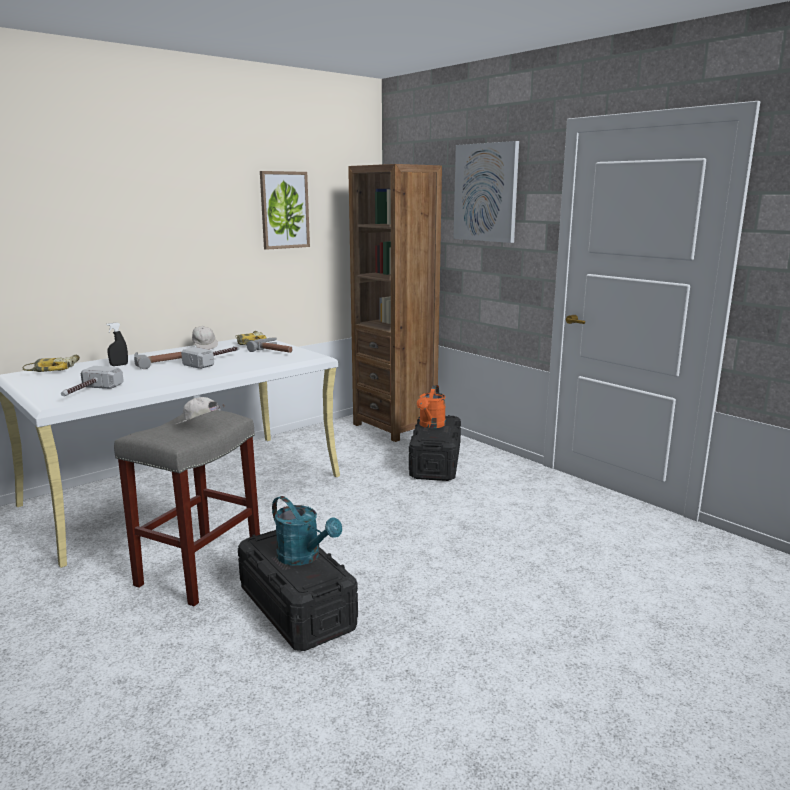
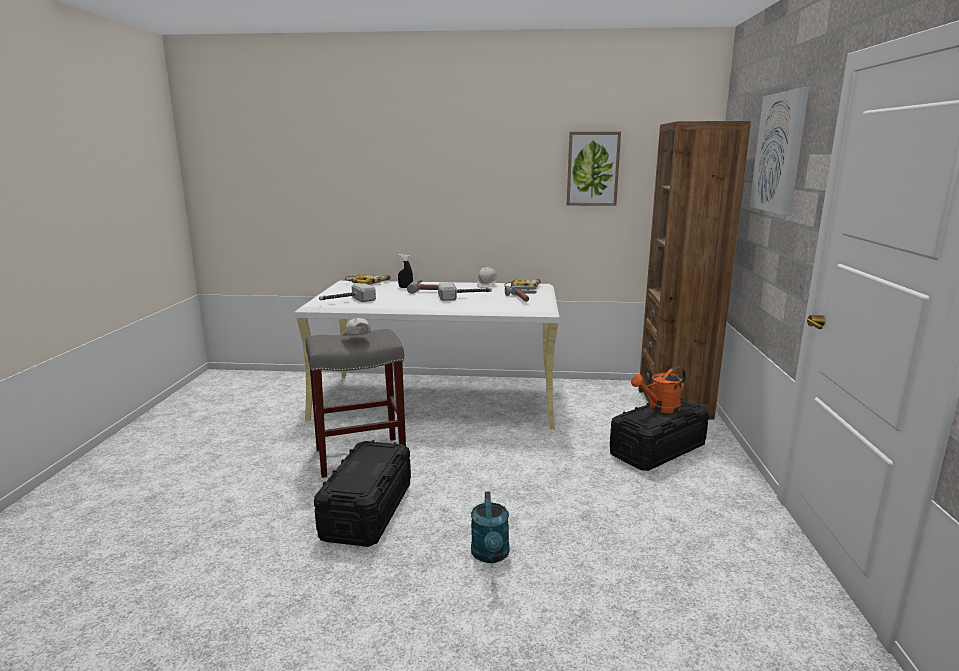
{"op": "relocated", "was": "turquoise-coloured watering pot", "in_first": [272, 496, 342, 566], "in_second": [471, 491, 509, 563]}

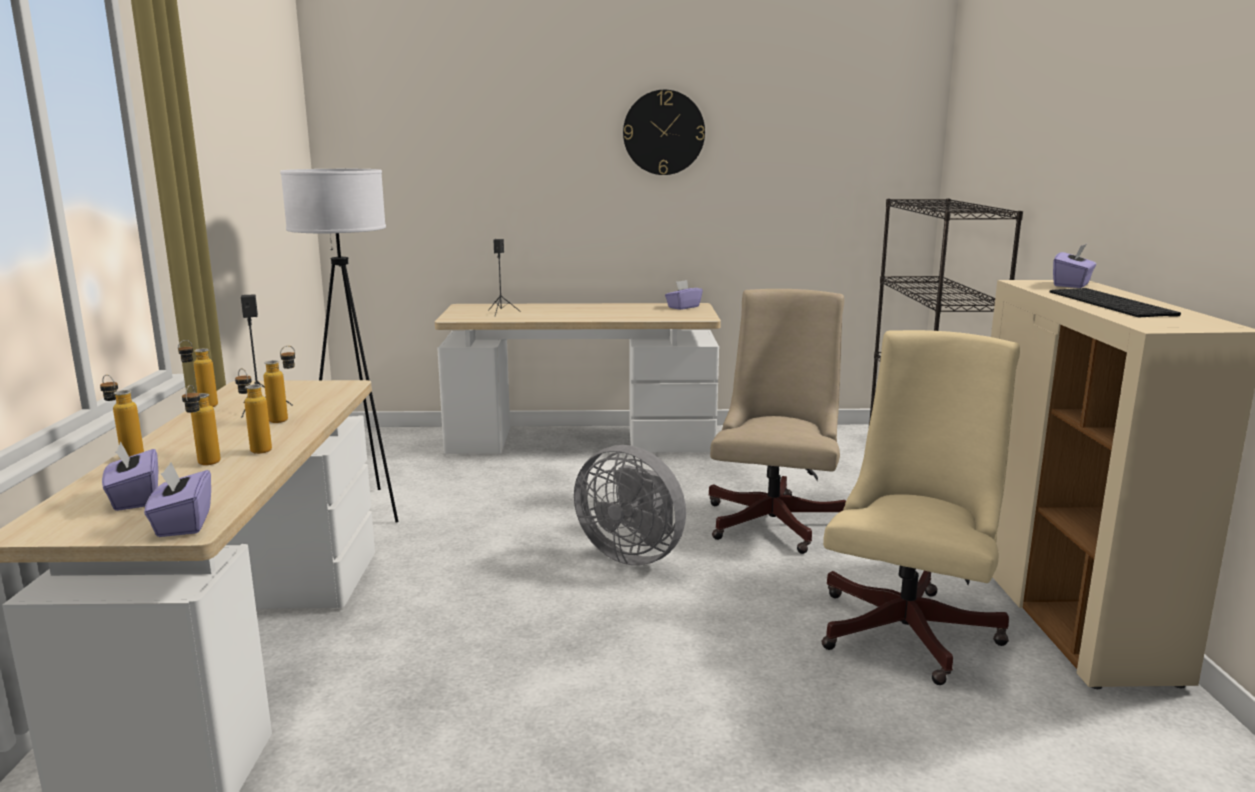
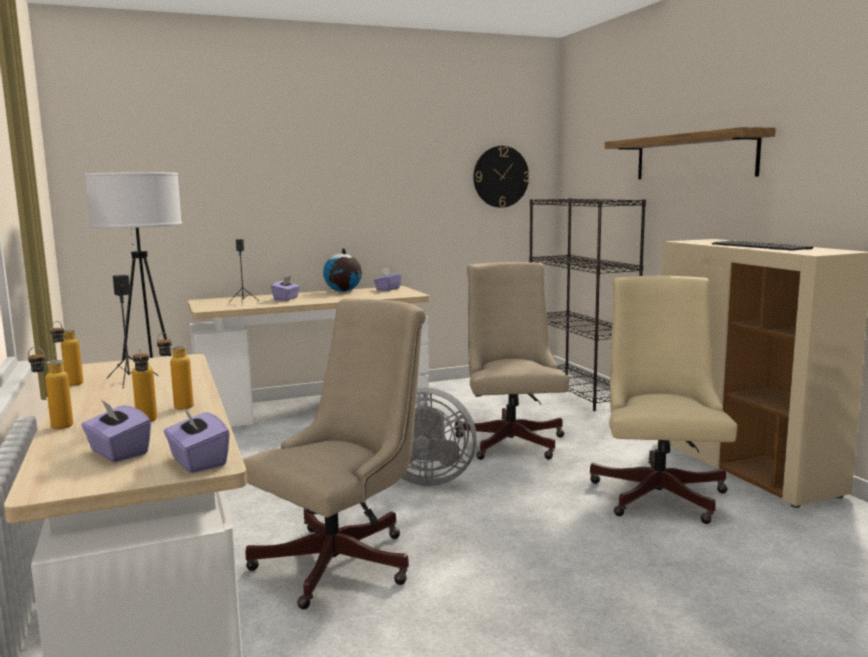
{"op": "relocated", "was": "clock on the wall", "in_first": [623, 90, 705, 175], "in_second": [473, 146, 530, 208]}
{"op": "relocated", "was": "purple-coloured box of tissues", "in_first": [1053, 244, 1096, 288], "in_second": [271, 276, 300, 301]}
{"op": "missing", "was": "beverage bottle", "in_first": [264, 346, 295, 423]}
{"op": "appeared", "now": "wall shelf", "in_second": [605, 127, 776, 179]}
{"op": "appeared", "now": "desk globe", "in_second": [323, 248, 362, 292]}
{"op": "appeared", "now": "beige computer chair", "in_second": [243, 299, 426, 609]}

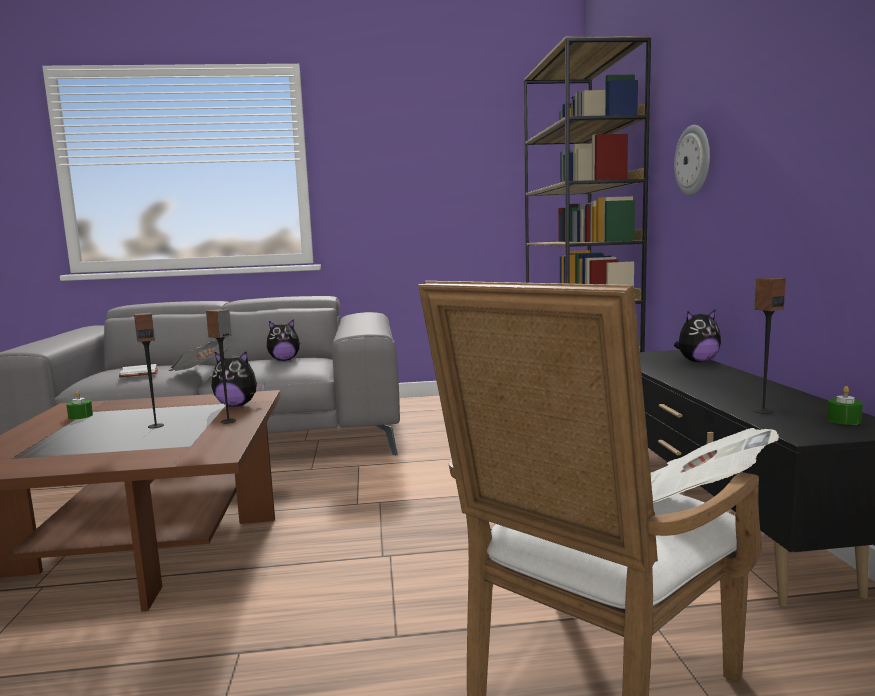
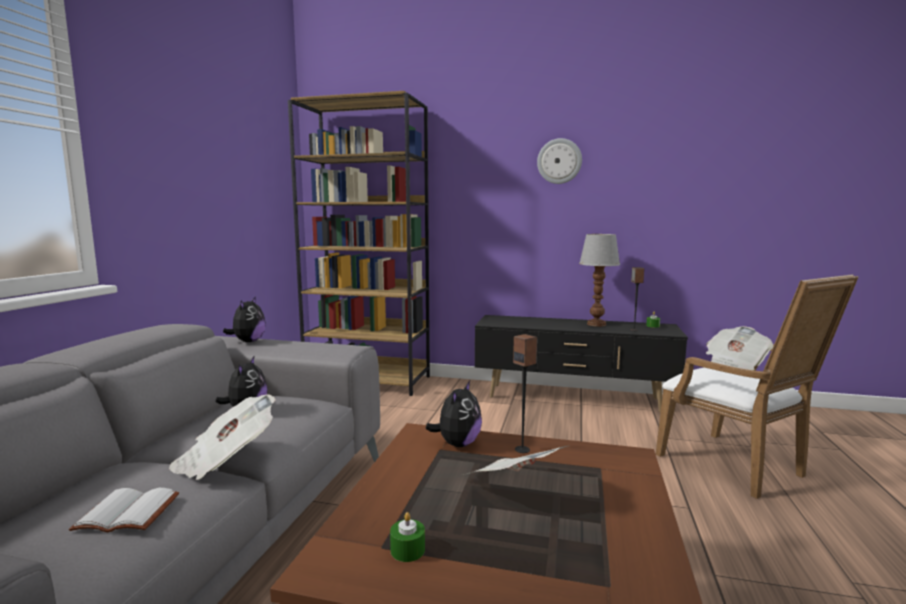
{"op": "relocated", "was": "clock on the wall", "in_first": [674, 125, 710, 195], "in_second": [537, 138, 582, 184]}
{"op": "relocated", "was": "cuddly toy", "in_first": [674, 309, 721, 362], "in_second": [223, 296, 266, 342]}
{"op": "exchanged", "was": "audio speaker", "now": "daily paper", "in_first": [134, 313, 164, 428], "in_second": [463, 446, 567, 475]}
{"op": "appeared", "now": "tabletop lamp", "in_second": [579, 234, 620, 327]}

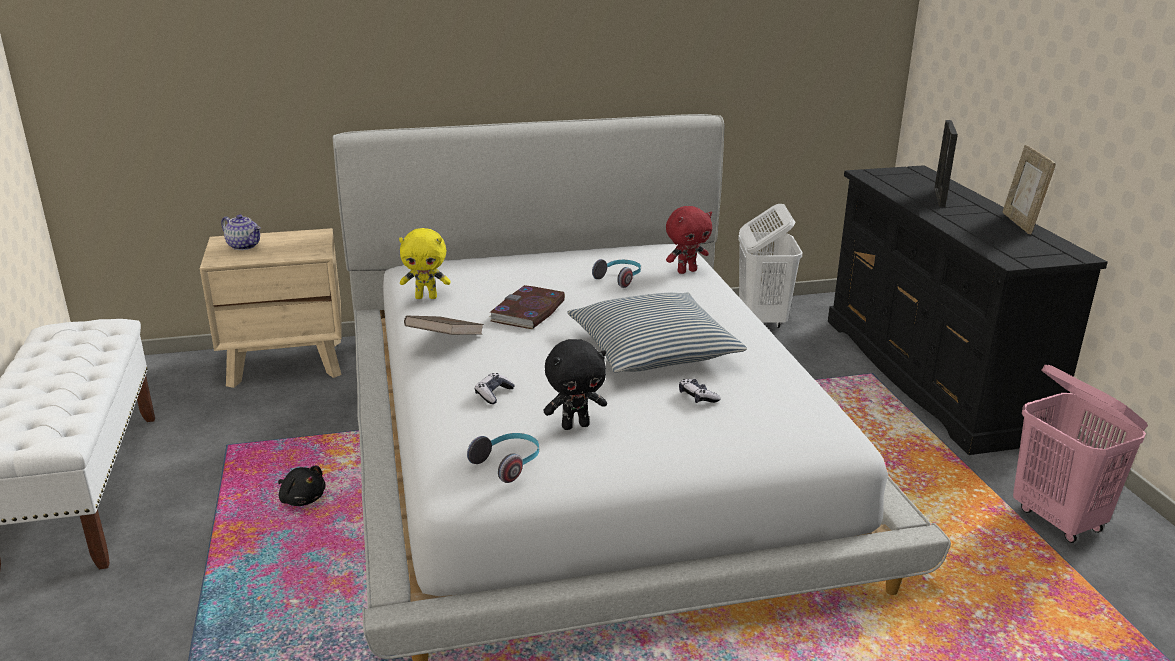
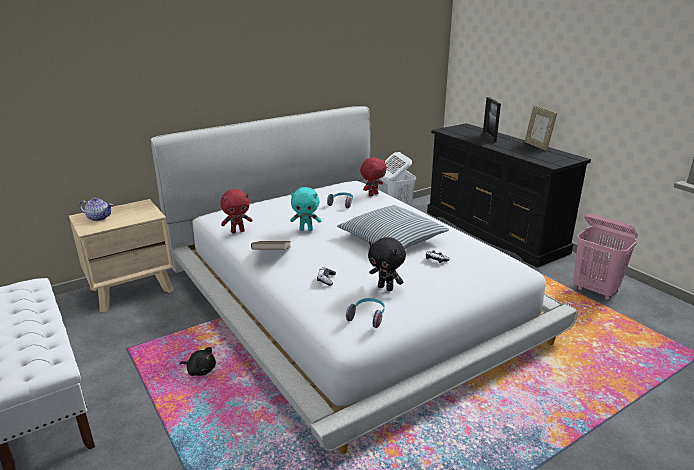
{"op": "colour", "was": "yellowish cuddly toy", "now": "reddish cuddly toy", "in_first": [399, 228, 451, 299], "in_second": [220, 189, 253, 233]}
{"op": "exchanged", "was": "volume", "now": "turquoise-coloured cuddly toy", "in_first": [489, 285, 565, 329], "in_second": [290, 187, 321, 231]}
{"op": "spun", "was": "black cuddly toy", "in_first": [543, 339, 607, 430], "in_second": [368, 237, 406, 291], "clockwise": 75}

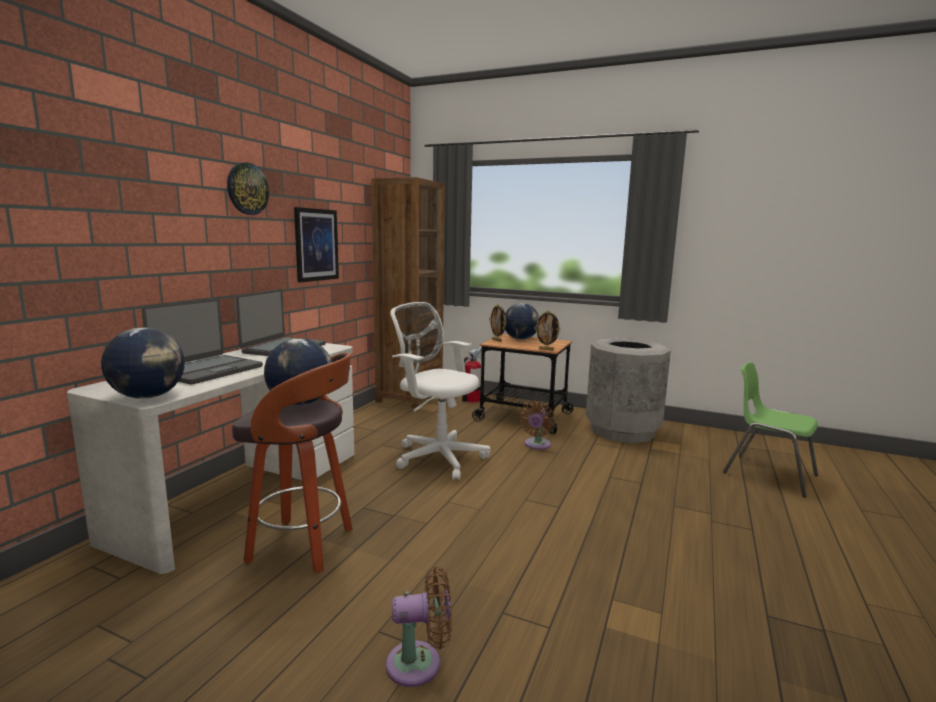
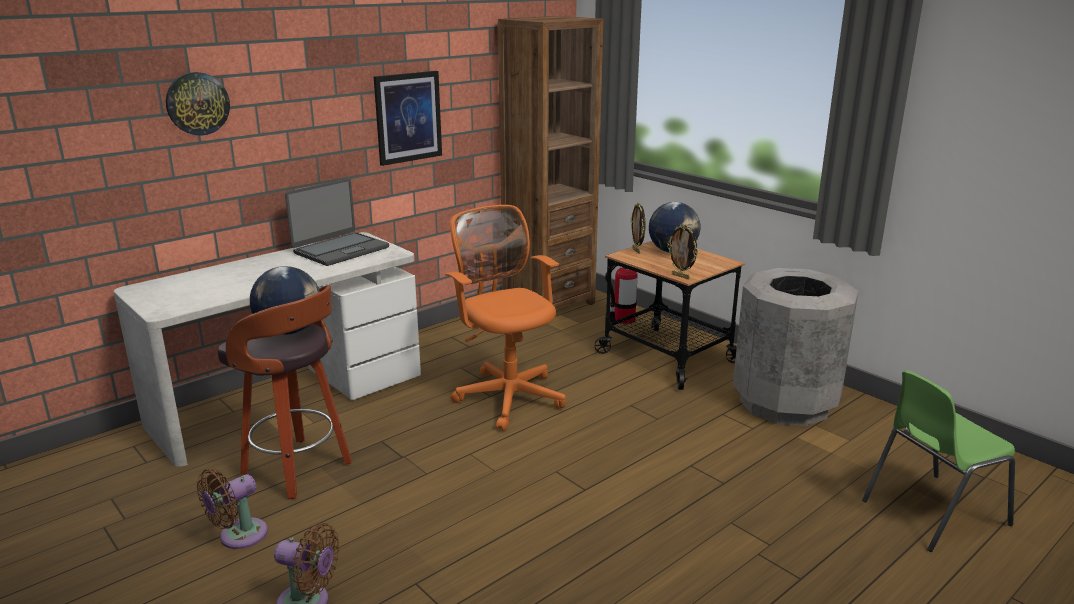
{"op": "relocated", "was": "clock on the wall", "in_first": [227, 162, 269, 215], "in_second": [166, 72, 230, 136]}
{"op": "missing", "was": "notebook computer", "in_first": [141, 298, 263, 385]}
{"op": "colour", "was": "whitish computer chair", "now": "orange computer chair", "in_first": [390, 302, 491, 481], "in_second": [445, 205, 566, 431]}
{"op": "missing", "was": "desk globe", "in_first": [101, 327, 185, 399]}
{"op": "spun", "was": "green chair", "in_first": [723, 362, 818, 497], "in_second": [862, 370, 1015, 552], "clockwise": -90}
{"op": "relocated", "was": "brown cooling fan", "in_first": [519, 401, 555, 450], "in_second": [196, 469, 268, 549]}

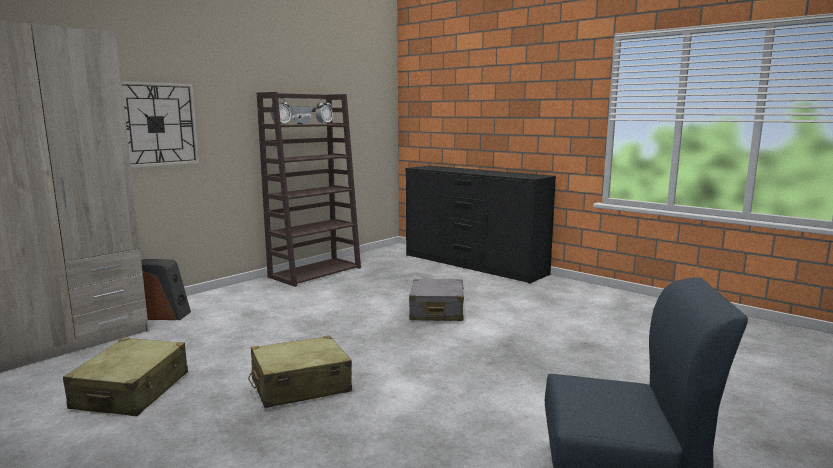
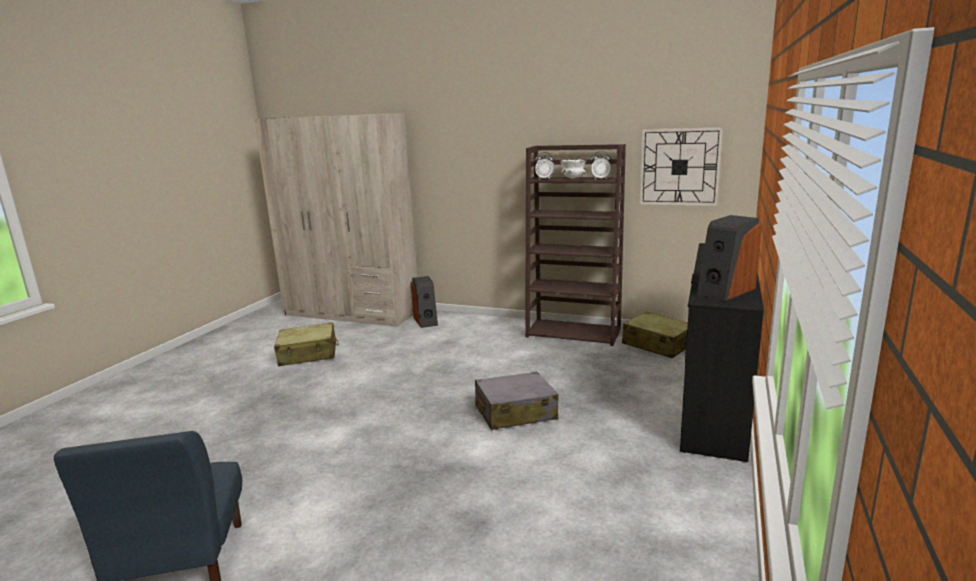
{"op": "relocated", "was": "clock on the wall", "in_first": [121, 81, 199, 168], "in_second": [640, 127, 723, 206]}
{"op": "relocated", "was": "beige piece of luggage", "in_first": [248, 336, 352, 408], "in_second": [622, 312, 688, 358]}
{"op": "appeared", "now": "audio speaker", "in_second": [697, 215, 762, 302]}

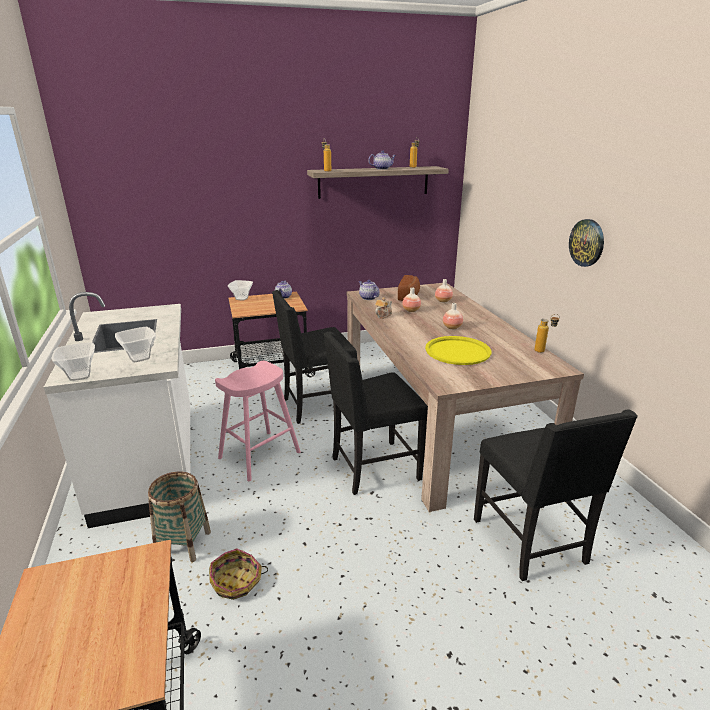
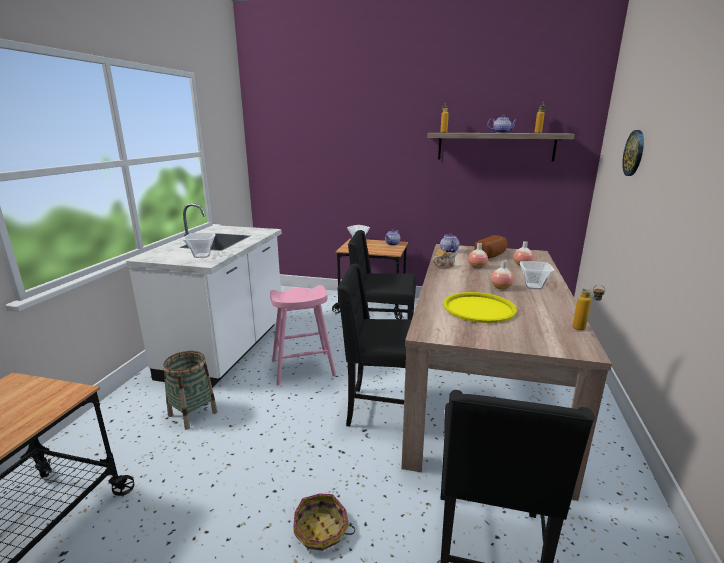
{"op": "relocated", "was": "clock on the wall", "in_first": [569, 219, 604, 267], "in_second": [622, 130, 644, 176]}
{"op": "relocated", "was": "bowl", "in_first": [51, 343, 95, 381], "in_second": [520, 261, 554, 289]}
{"op": "relocated", "was": "basket", "in_first": [209, 549, 268, 600], "in_second": [294, 494, 355, 551]}

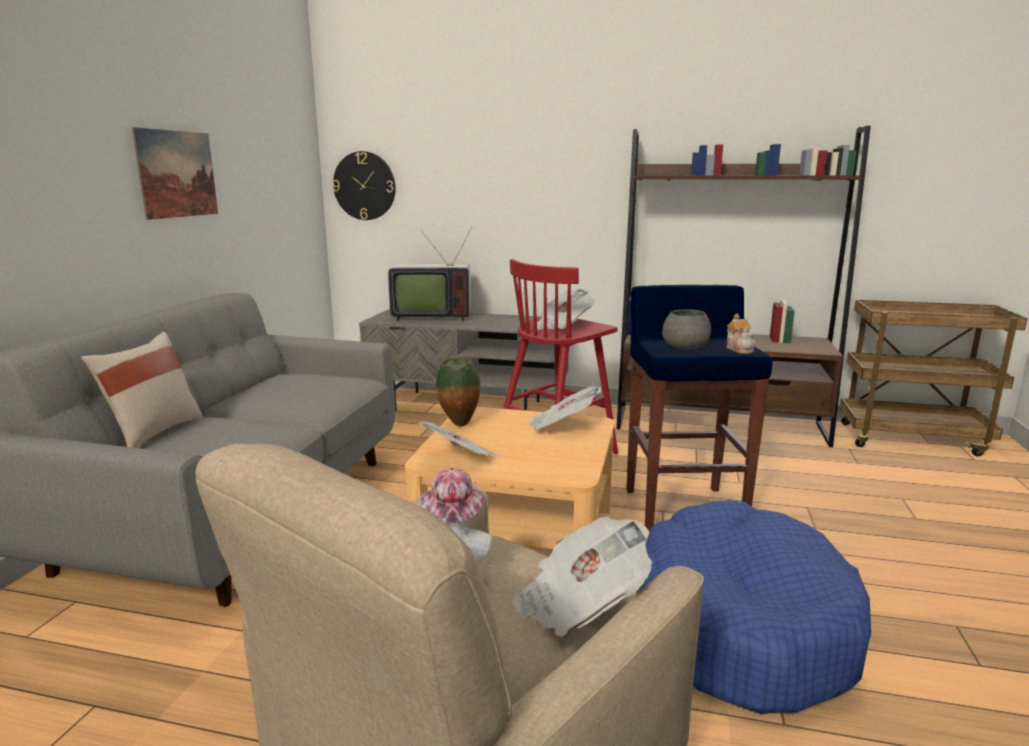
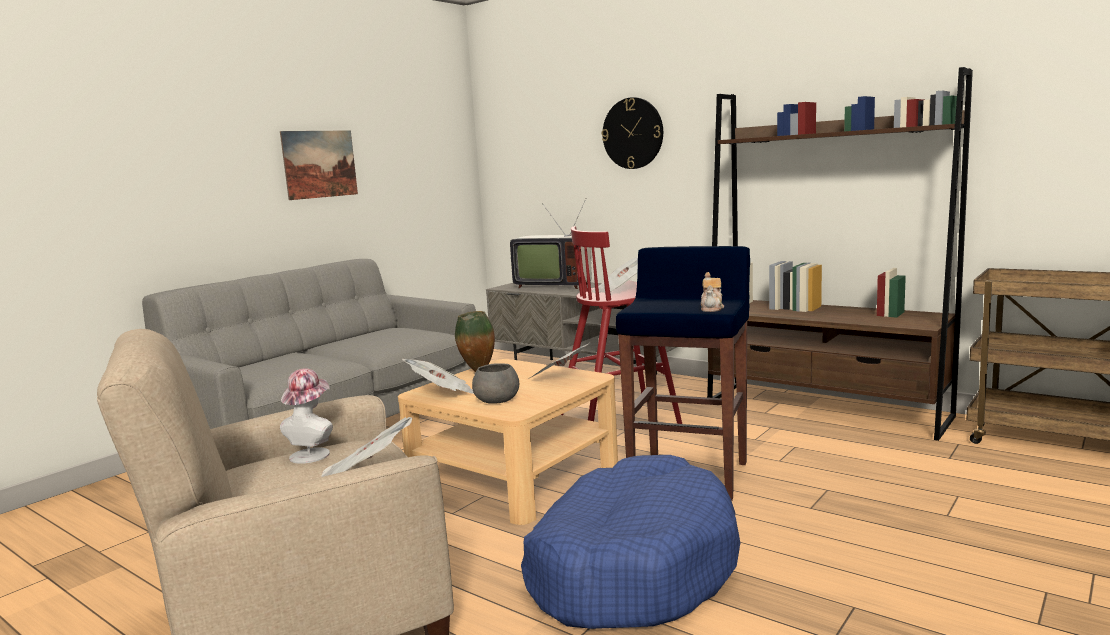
{"op": "relocated", "was": "clock on the wall", "in_first": [332, 151, 396, 220], "in_second": [602, 97, 663, 169]}
{"op": "relocated", "was": "gray bowl", "in_first": [662, 309, 711, 349], "in_second": [472, 363, 519, 404]}
{"op": "missing", "was": "beige cushion", "in_first": [81, 332, 203, 448]}

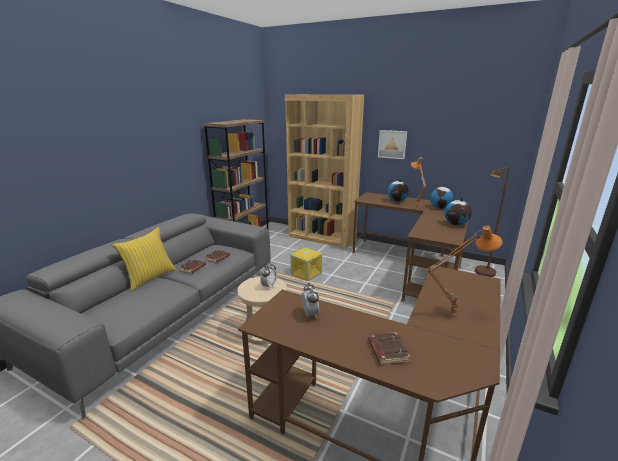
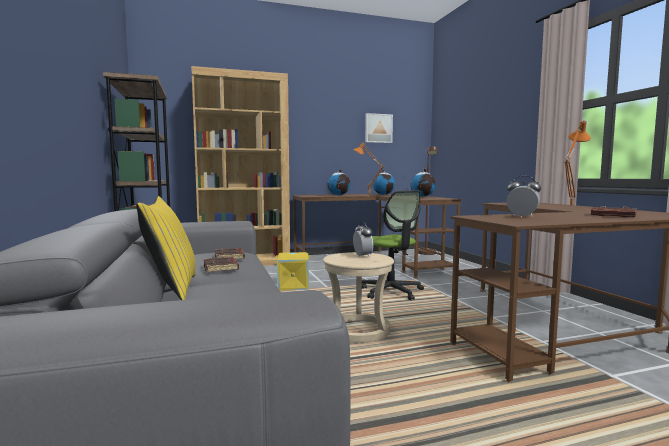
{"op": "relocated", "was": "wall art", "in_first": [378, 130, 407, 159], "in_second": [365, 113, 393, 143]}
{"op": "appeared", "now": "computer chair", "in_second": [362, 190, 424, 300]}

